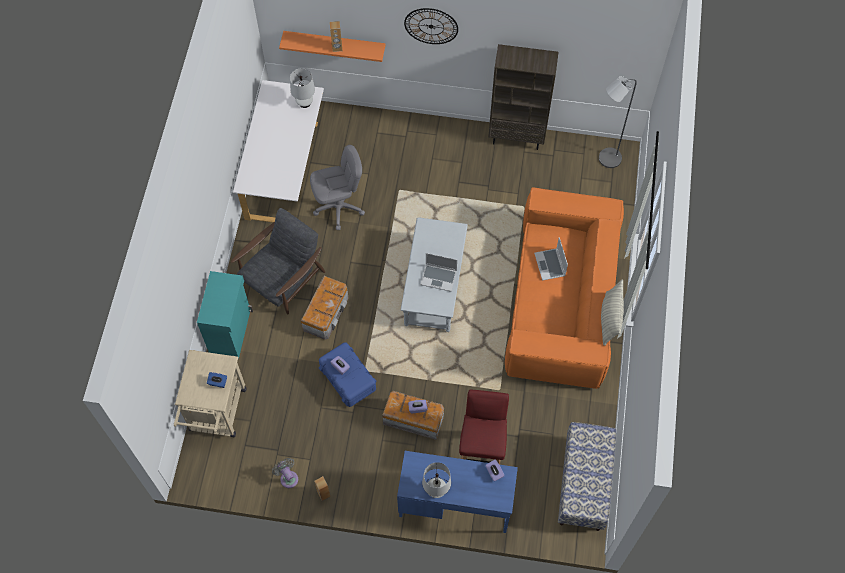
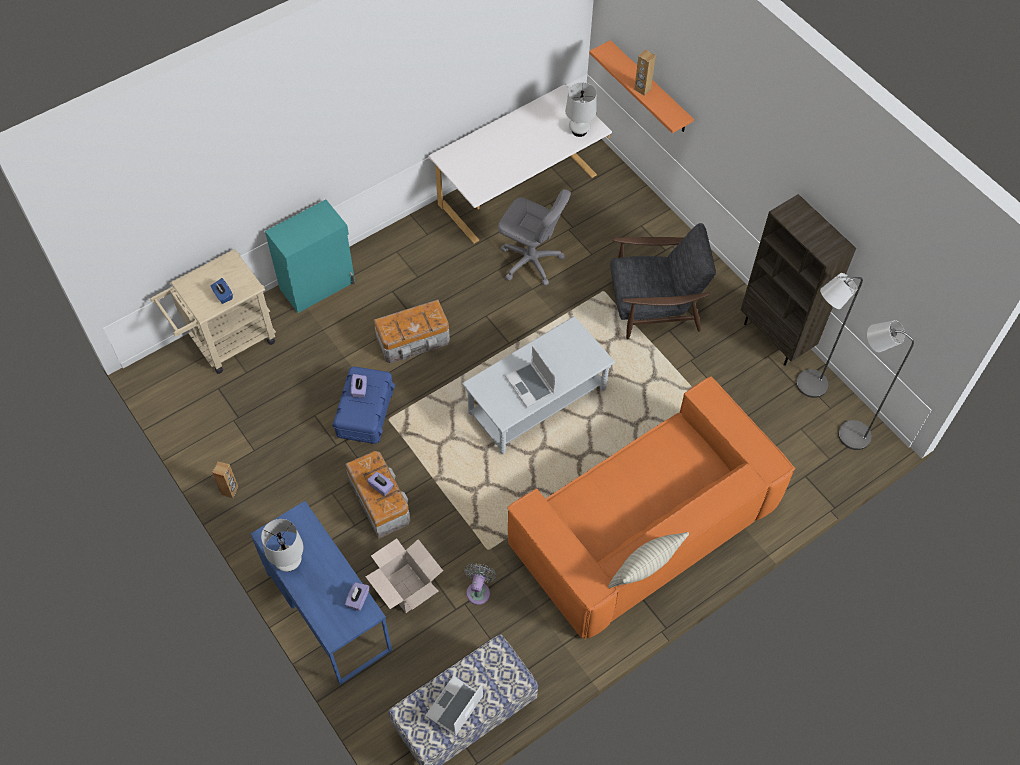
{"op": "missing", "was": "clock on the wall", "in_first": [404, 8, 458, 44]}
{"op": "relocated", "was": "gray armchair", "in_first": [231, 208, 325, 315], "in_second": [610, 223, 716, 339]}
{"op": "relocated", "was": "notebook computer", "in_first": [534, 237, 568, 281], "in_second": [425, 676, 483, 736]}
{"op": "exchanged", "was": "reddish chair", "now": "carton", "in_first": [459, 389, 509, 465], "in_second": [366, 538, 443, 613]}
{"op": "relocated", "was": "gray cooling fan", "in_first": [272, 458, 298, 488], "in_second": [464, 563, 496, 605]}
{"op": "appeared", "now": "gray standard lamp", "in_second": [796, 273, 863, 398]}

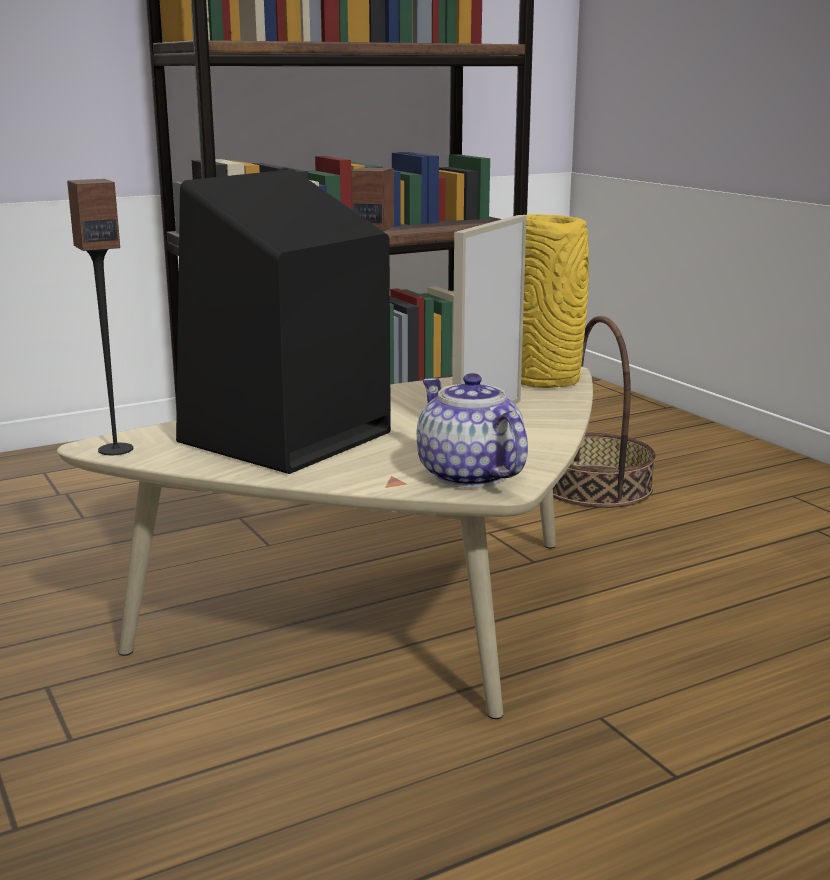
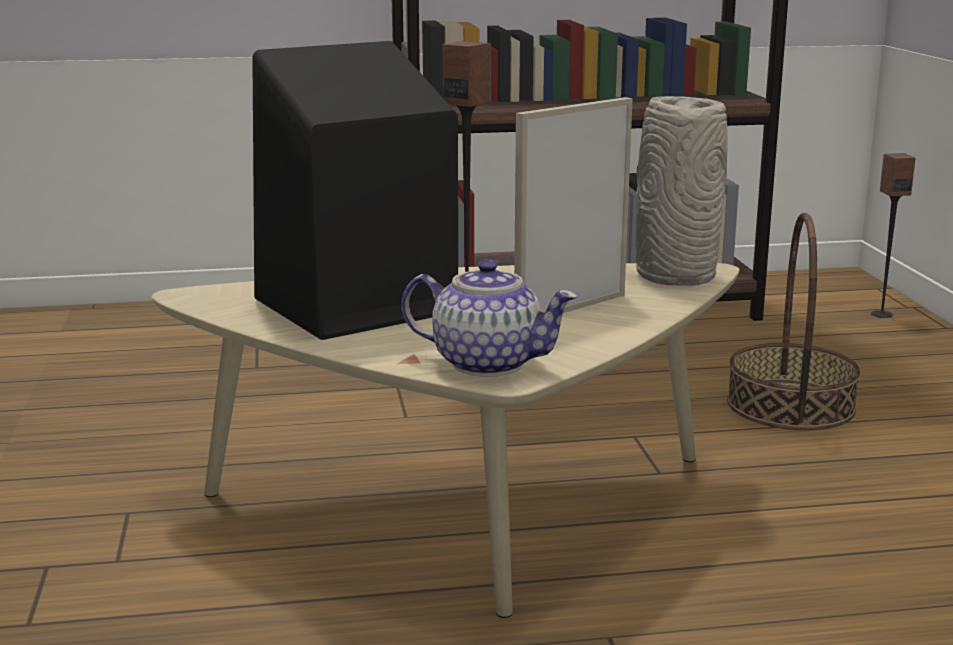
{"op": "relocated", "was": "audio speaker", "in_first": [67, 179, 133, 455], "in_second": [871, 153, 915, 318]}
{"op": "colour", "was": "yellowish vase", "now": "gray vase", "in_first": [521, 214, 589, 388], "in_second": [636, 96, 728, 286]}
{"op": "spun", "was": "tea pot", "in_first": [417, 373, 528, 488], "in_second": [402, 259, 578, 377], "clockwise": 120}

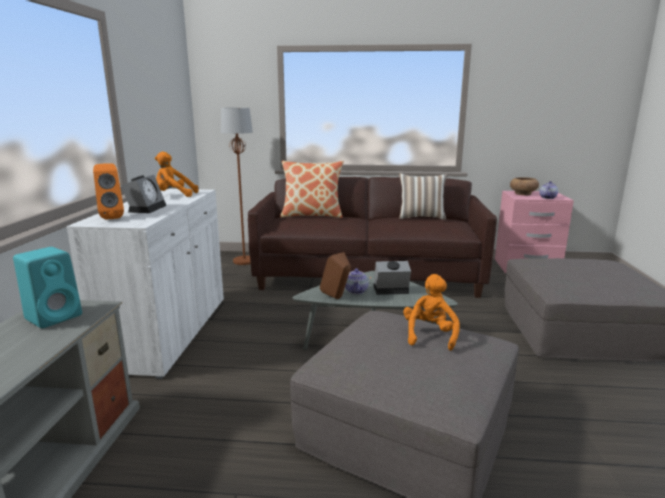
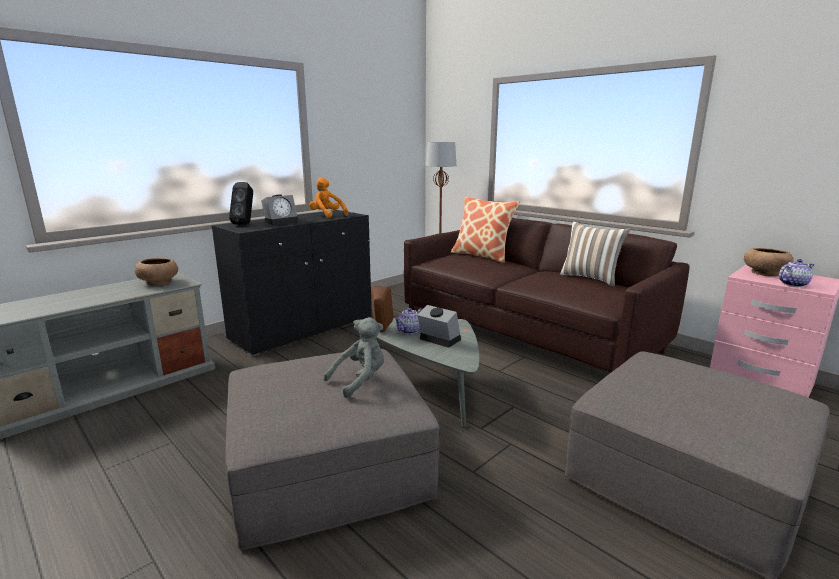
{"op": "colour", "was": "orange audio speaker", "now": "black audio speaker", "in_first": [93, 163, 124, 220], "in_second": [229, 182, 253, 225]}
{"op": "colour", "was": "whitish cabinet", "now": "black cabinet", "in_first": [66, 189, 224, 379], "in_second": [212, 210, 372, 357]}
{"op": "exchanged", "was": "turquoise-coloured audio speaker", "now": "brown bowl", "in_first": [13, 247, 82, 328], "in_second": [135, 258, 178, 286]}
{"op": "colour", "was": "orange cuddly toy", "now": "gray cuddly toy", "in_first": [403, 274, 460, 351], "in_second": [324, 317, 384, 398]}

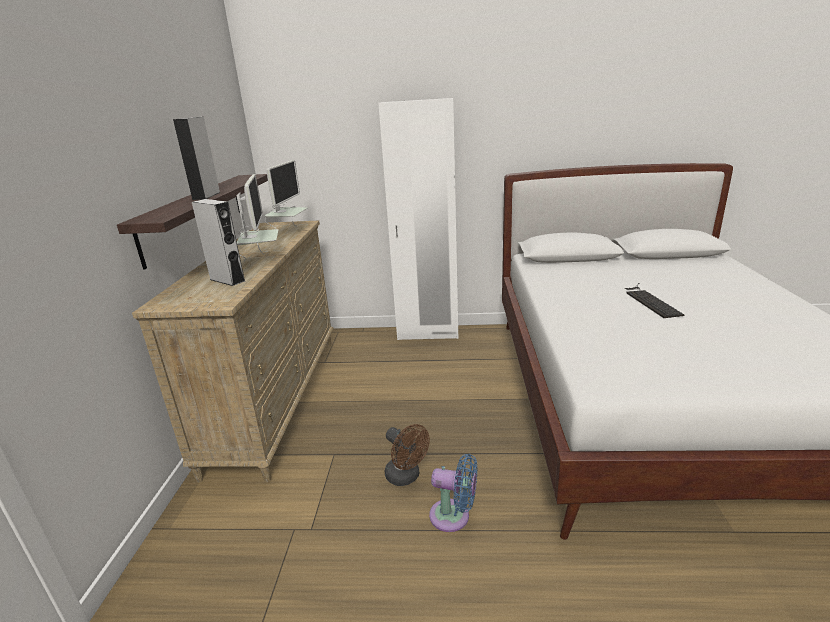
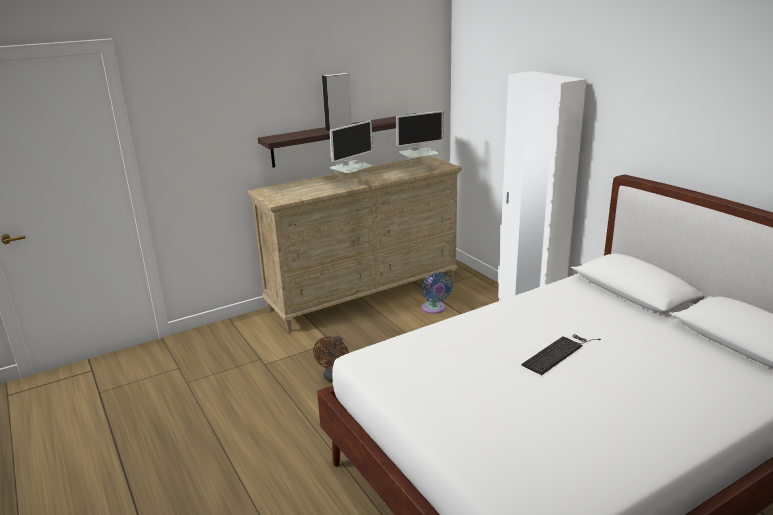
{"op": "missing", "was": "gray audio speaker", "in_first": [192, 199, 245, 286]}
{"op": "relocated", "was": "blue cooling fan", "in_first": [429, 454, 477, 532], "in_second": [422, 272, 453, 314]}

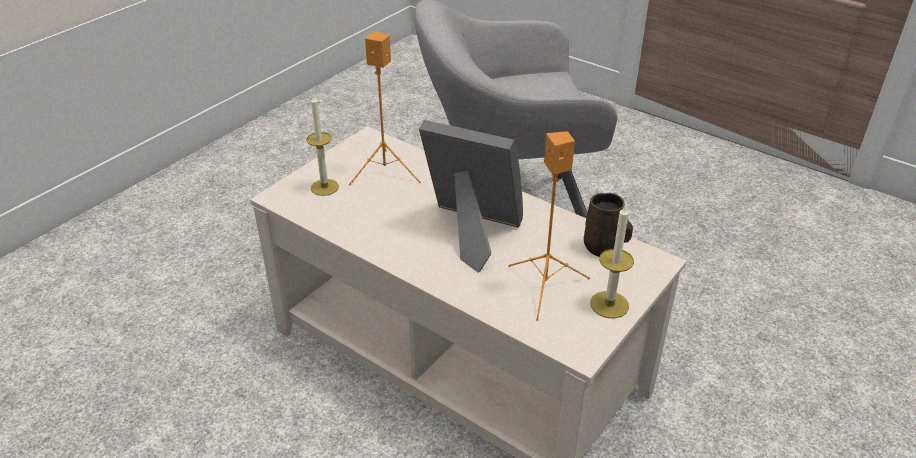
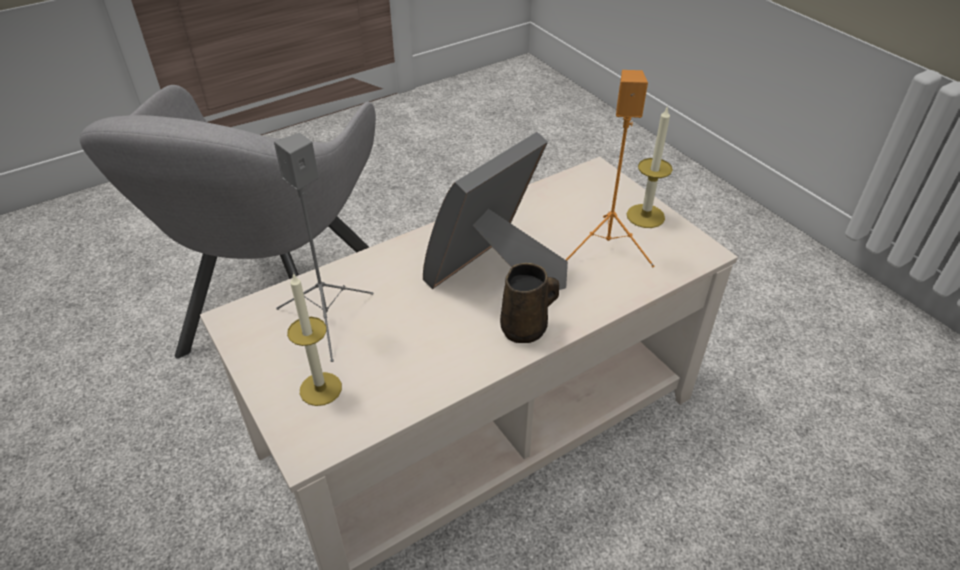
{"op": "colour", "was": "orange audio speaker", "now": "gray audio speaker", "in_first": [349, 31, 421, 185], "in_second": [274, 133, 373, 362]}
{"op": "relocated", "was": "brown tea mug", "in_first": [584, 193, 633, 257], "in_second": [500, 263, 559, 343]}

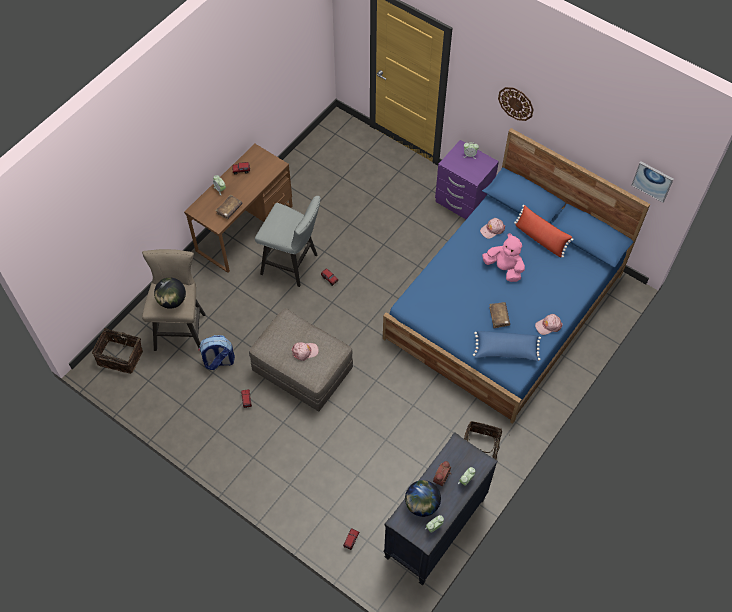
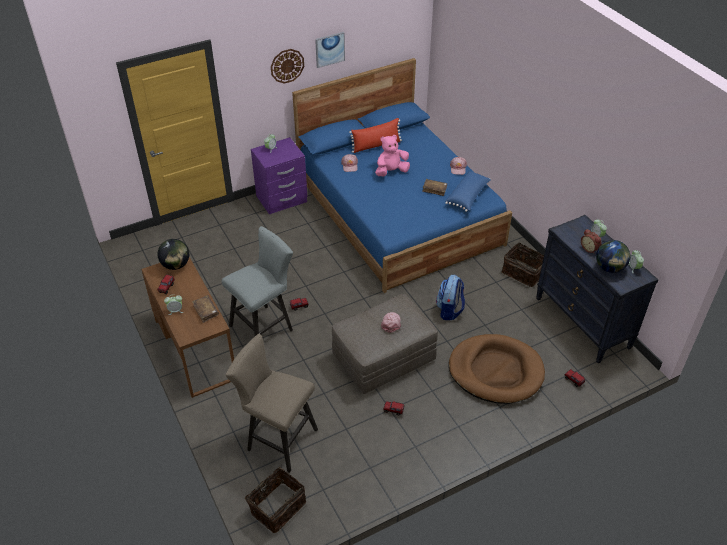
{"op": "relocated", "was": "wall art", "in_first": [631, 162, 674, 202], "in_second": [315, 32, 345, 68]}
{"op": "relocated", "was": "desk globe", "in_first": [154, 278, 186, 309], "in_second": [158, 239, 189, 270]}
{"op": "relocated", "was": "knapsack", "in_first": [199, 335, 235, 370], "in_second": [436, 275, 465, 320]}
{"op": "appeared", "now": "brown dog cushion", "in_second": [449, 334, 545, 404]}

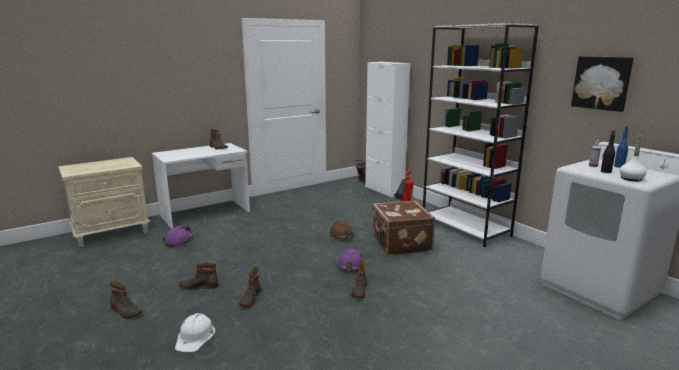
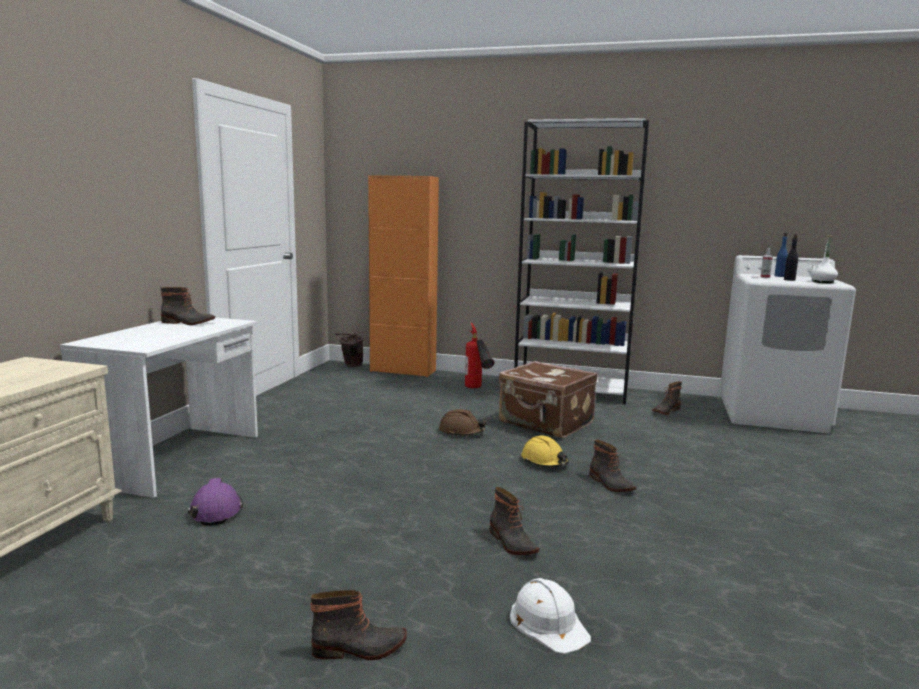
{"op": "missing", "was": "wall art", "in_first": [571, 56, 634, 112]}
{"op": "colour", "was": "whitish cabinet", "now": "orange cabinet", "in_first": [365, 62, 410, 198], "in_second": [368, 175, 439, 377]}
{"op": "colour", "was": "purple-coloured work helmet", "now": "yellowish work helmet", "in_first": [337, 249, 363, 271], "in_second": [521, 435, 569, 467]}
{"op": "relocated", "was": "boot", "in_first": [179, 263, 219, 290], "in_second": [652, 381, 682, 415]}

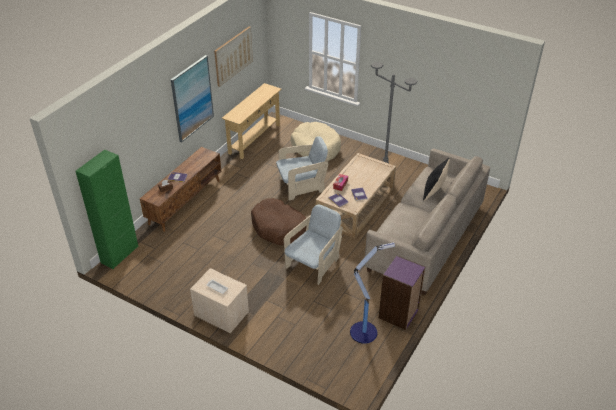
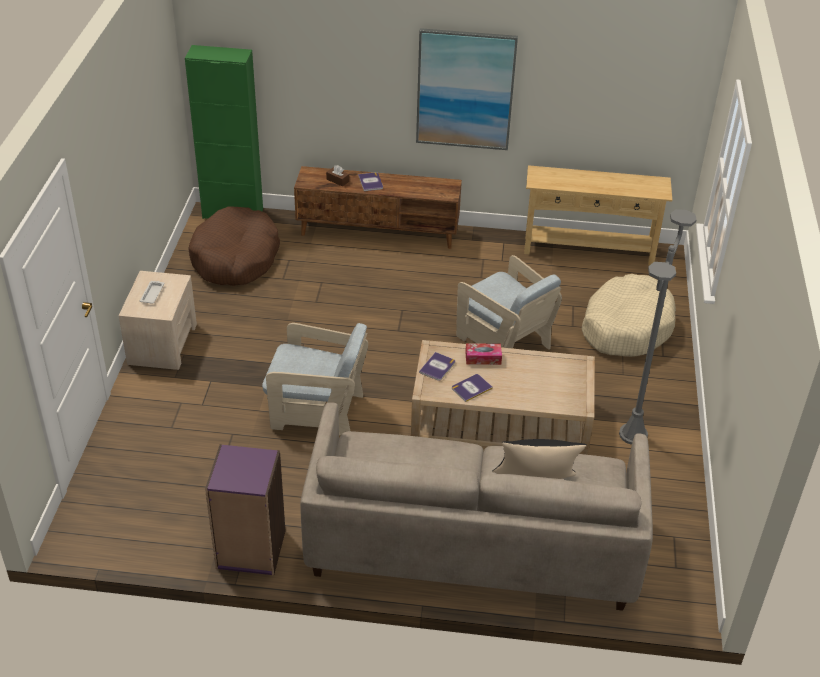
{"op": "missing", "was": "wall art", "in_first": [214, 27, 253, 87]}
{"op": "relocated", "was": "brown dog cushion", "in_first": [251, 198, 307, 245], "in_second": [188, 206, 280, 286]}
{"op": "missing", "was": "standard lamp", "in_first": [350, 242, 395, 344]}

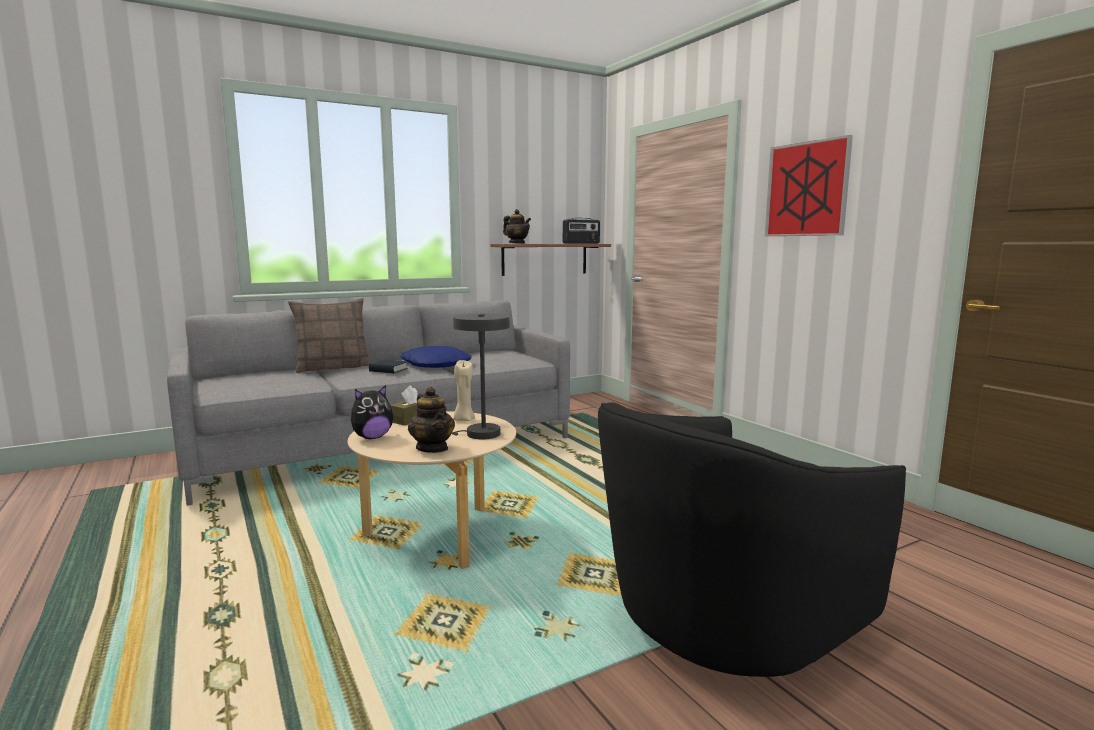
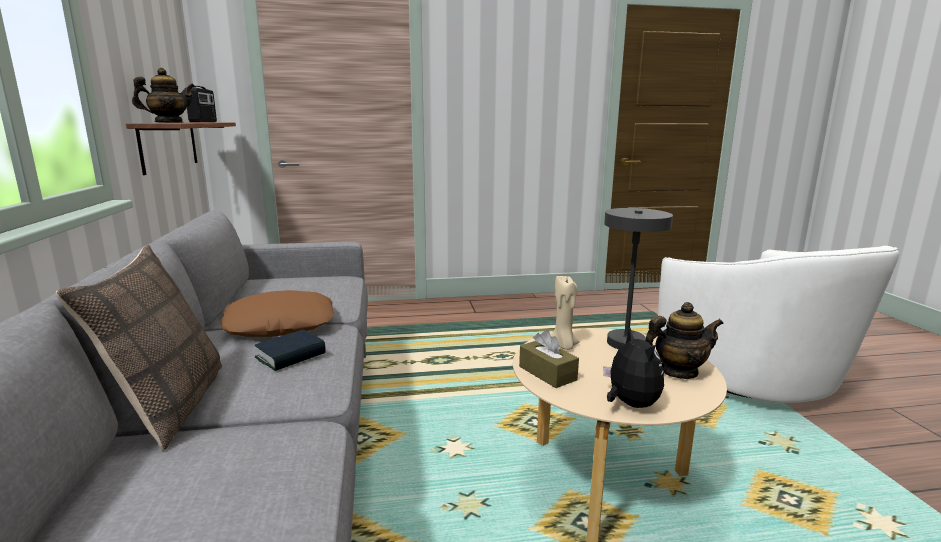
{"op": "missing", "was": "wall art", "in_first": [765, 135, 853, 236]}
{"op": "colour", "was": "blue cushion", "now": "brown cushion", "in_first": [400, 346, 472, 368], "in_second": [220, 290, 334, 337]}
{"op": "colour", "was": "black armchair", "now": "whitish armchair", "in_first": [598, 402, 906, 677], "in_second": [657, 246, 899, 403]}

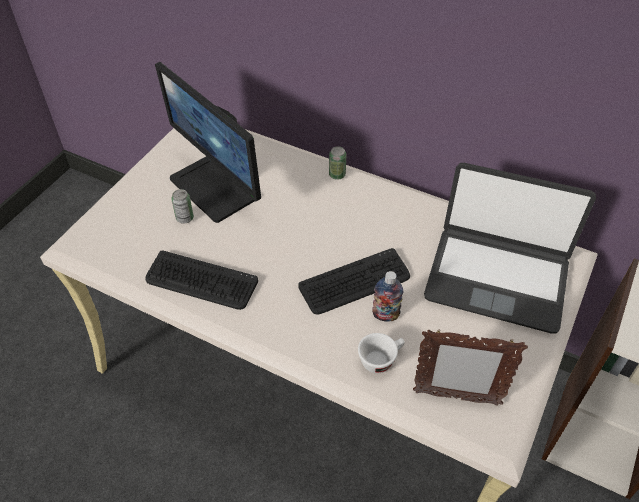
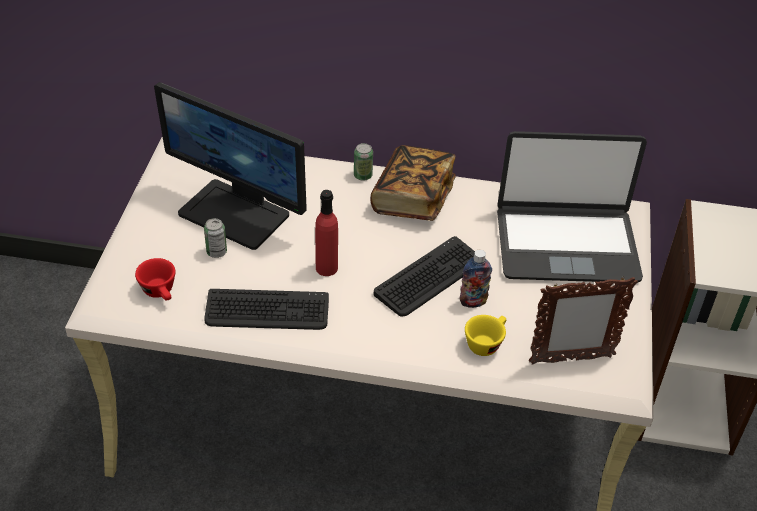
{"op": "colour", "was": "whitish small cup", "now": "yellowish small cup", "in_first": [358, 333, 405, 373], "in_second": [465, 315, 506, 356]}
{"op": "appeared", "now": "volume", "in_second": [370, 145, 456, 221]}
{"op": "appeared", "now": "reddish beverage bottle", "in_second": [315, 190, 338, 276]}
{"op": "appeared", "now": "reddish small cup", "in_second": [135, 258, 176, 300]}

